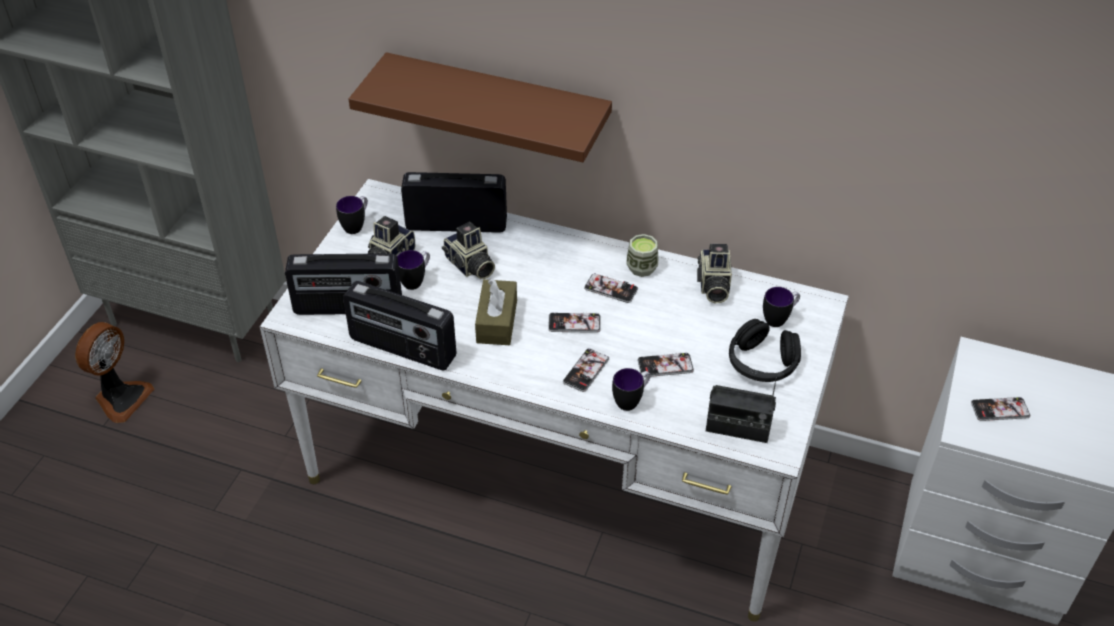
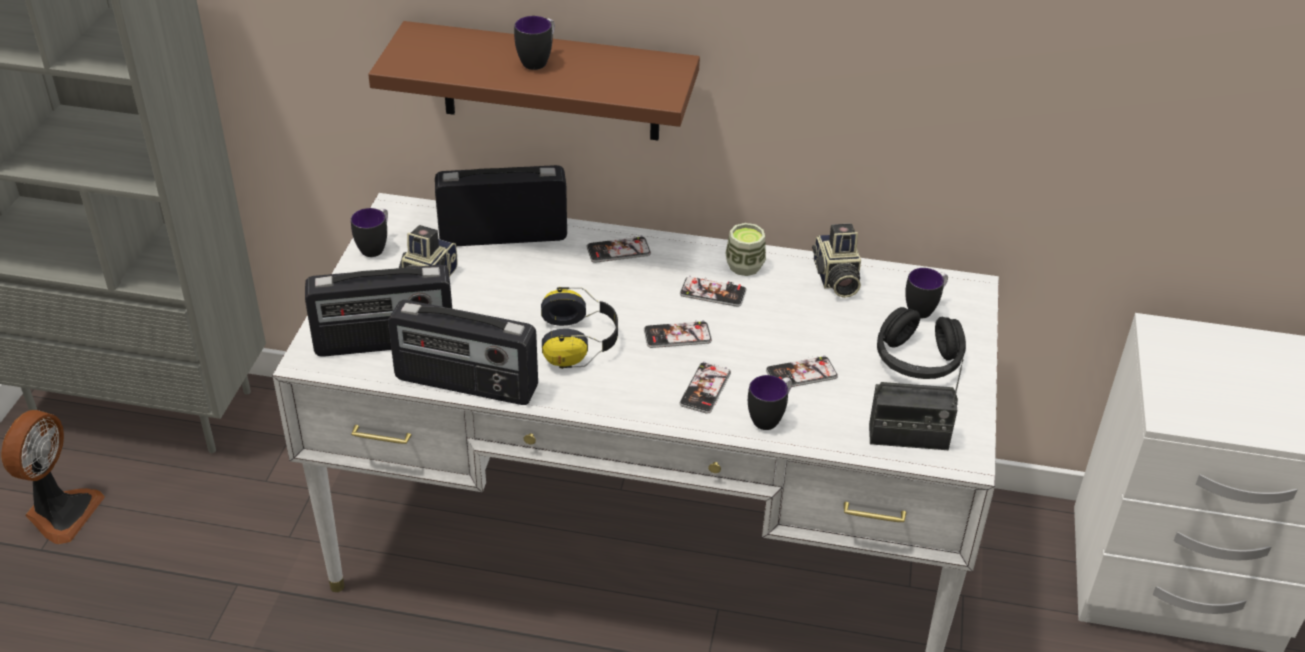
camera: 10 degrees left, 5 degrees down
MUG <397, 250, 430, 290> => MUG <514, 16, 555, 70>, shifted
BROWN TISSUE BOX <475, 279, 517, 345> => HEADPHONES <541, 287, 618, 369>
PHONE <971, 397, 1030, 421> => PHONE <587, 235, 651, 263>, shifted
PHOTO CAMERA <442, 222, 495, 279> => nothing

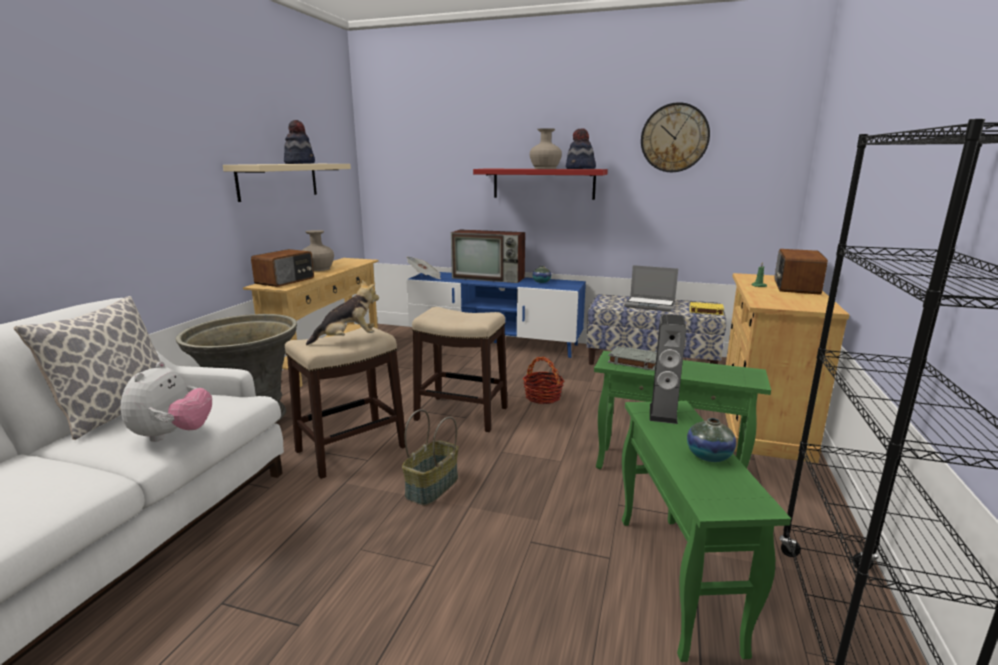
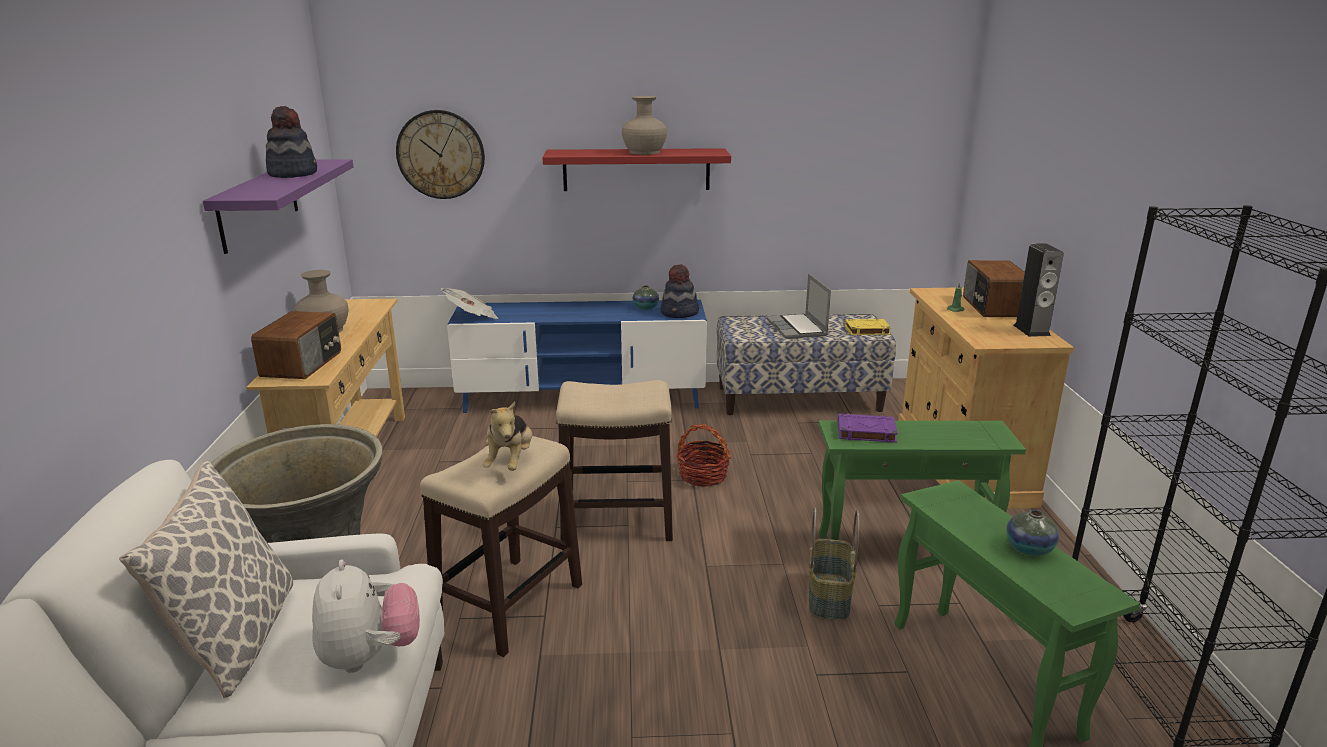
camera: 20 degrees left, 5 degrees up
BEIGE SHELF <223, 164, 351, 202> => PURPLE SHELF <203, 159, 353, 254>
WALL CLOCK <641, 102, 710, 172> => WALL CLOCK <396, 110, 485, 199>, shifted
PLUSH TOY <306, 280, 379, 345> => PLUSH TOY <483, 402, 532, 471>, 135 degrees clockwise
HAT <566, 128, 596, 169> => HAT <661, 264, 699, 318>, shifted
LAPTOP <624, 265, 678, 312> => LAPTOP <766, 274, 831, 339>, 75 degrees clockwise
BASKET <402, 409, 459, 506> => BASKET <809, 507, 860, 620>, shifted
GREY BOOK <608, 346, 657, 371> => PURPLE BOOK <838, 413, 898, 443>
SPEAKER <650, 314, 686, 424> => SPEAKER <1013, 243, 1064, 337>, shifted
TELEVISION <451, 229, 525, 283> => nothing

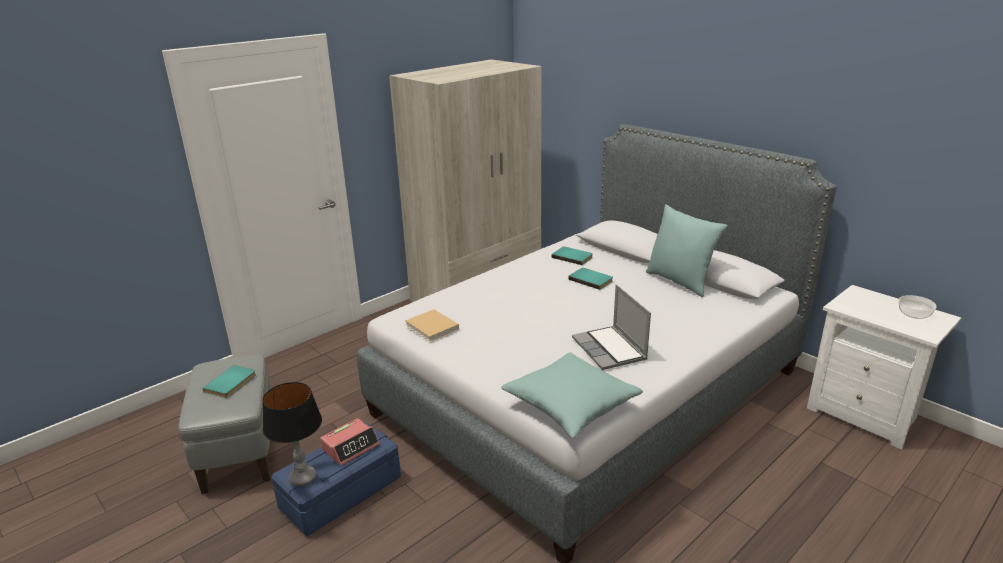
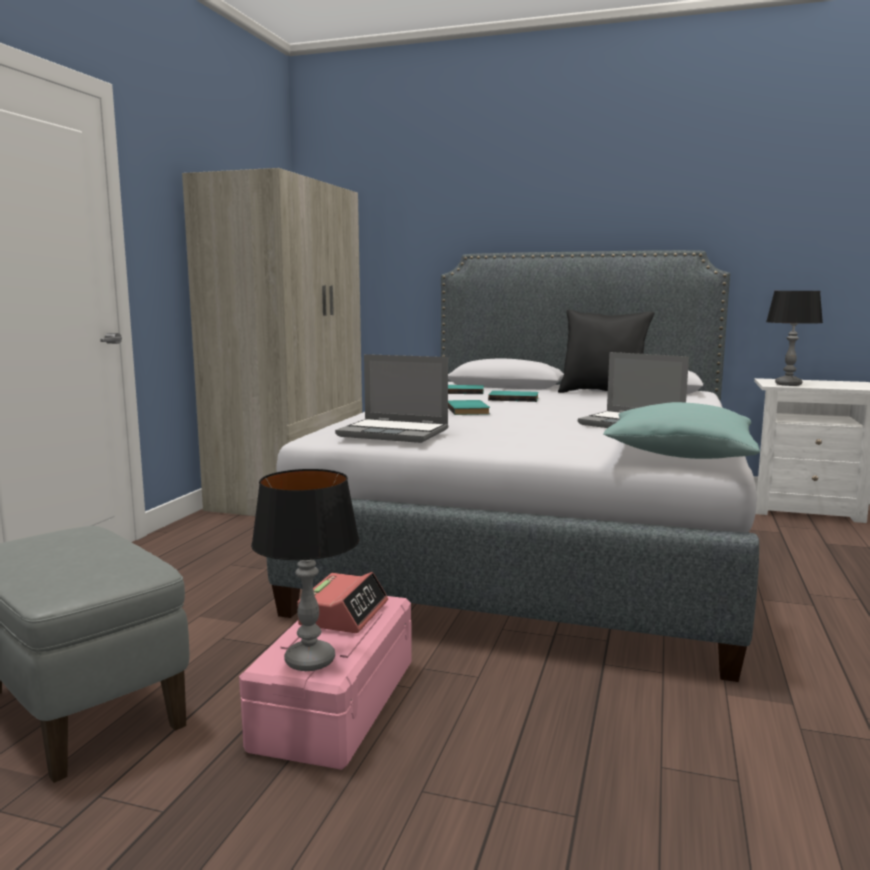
camera: 30 degrees left, 15 degrees down
BLUE STORAGE BOX <271, 423, 401, 536> => PINK STORAGE BOX <239, 596, 412, 770>
BEIGE BOOK <405, 309, 459, 341> => LAPTOP <335, 354, 448, 443>
TURQUOISE BOOK <203, 365, 256, 398> => TURQUOISE BOOK <448, 400, 490, 415>, shifted
TURQUOISE PILLOW <646, 204, 727, 297> => BLACK PILLOW <558, 310, 654, 393>
nothing => TABLE LAMP <766, 291, 823, 386>
BOWL <899, 295, 937, 319> => nothing

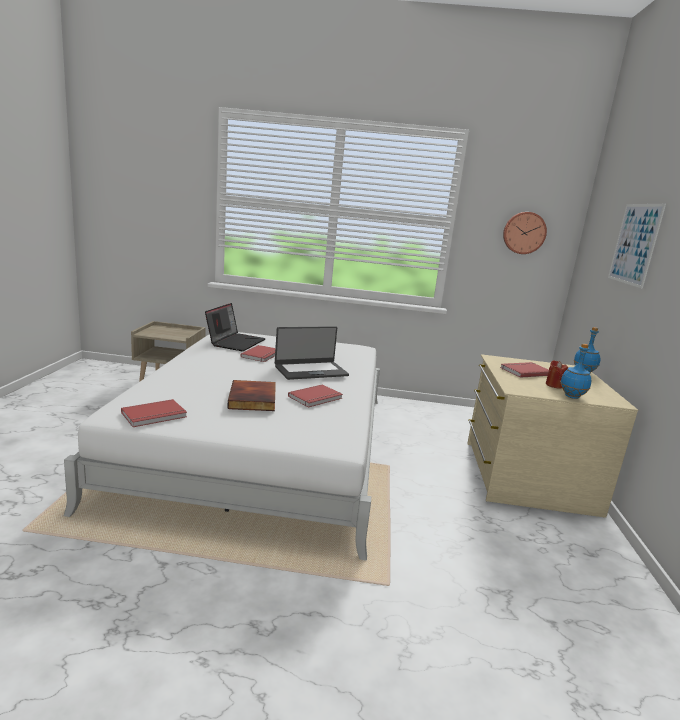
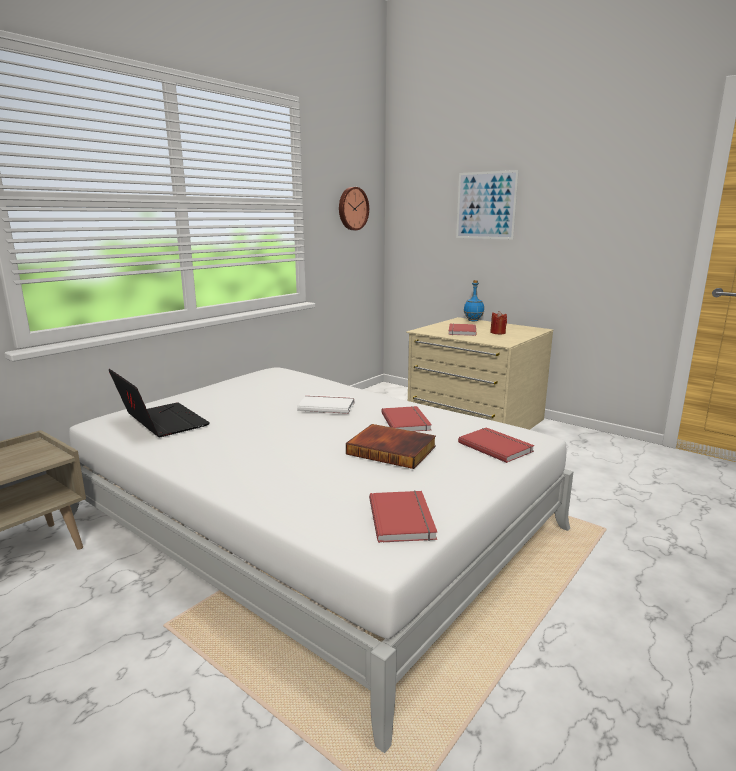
camera: 55 degrees left, 0 degrees up
LAPTOP <275, 326, 349, 380> => WHITE BOOK <297, 395, 355, 414>
RED BOOK <241, 345, 275, 362> => RED BOOK <458, 427, 535, 463>, shifted
BLUE BOTTLE <560, 344, 591, 399> => nothing

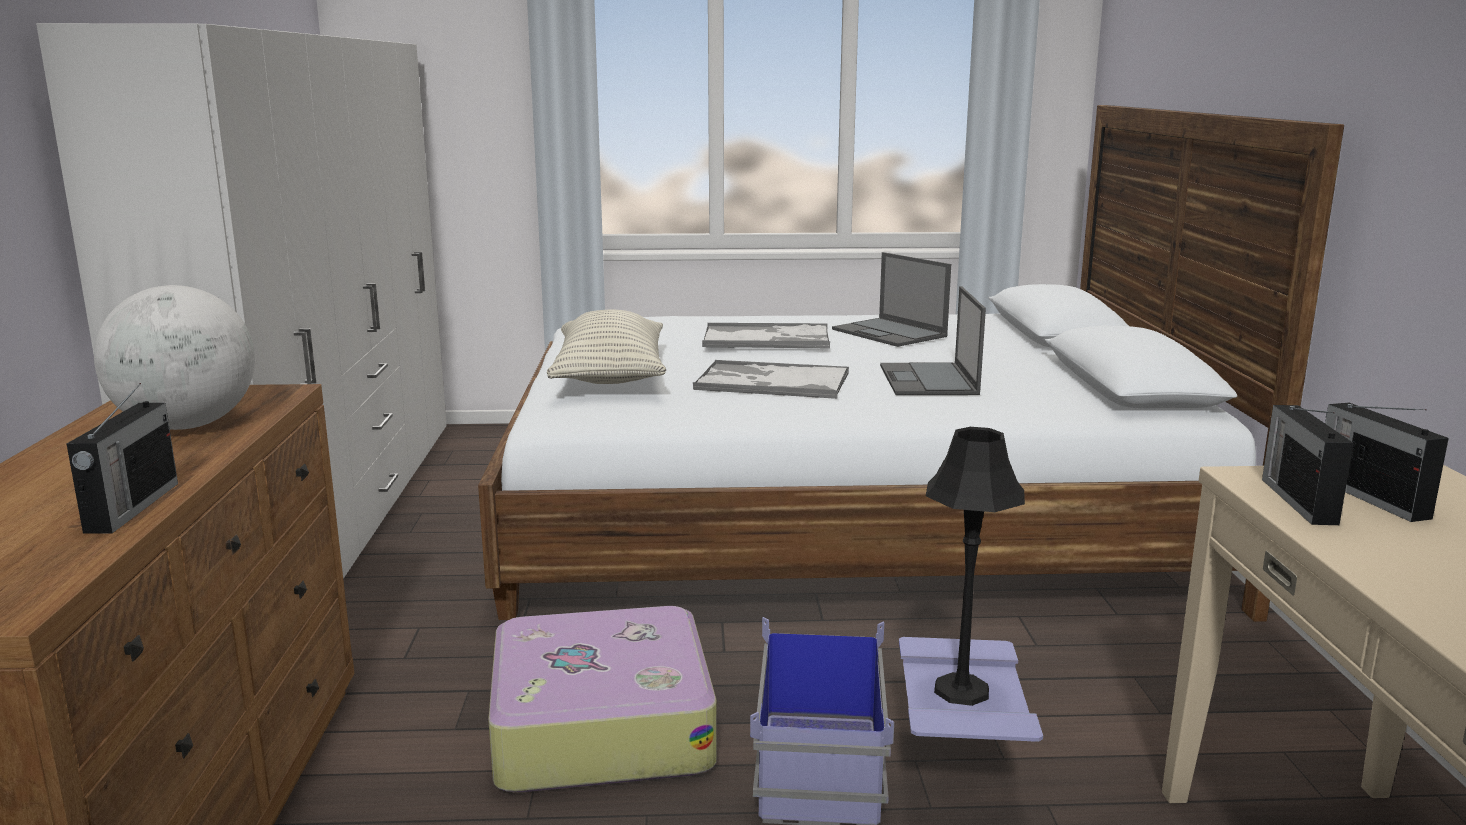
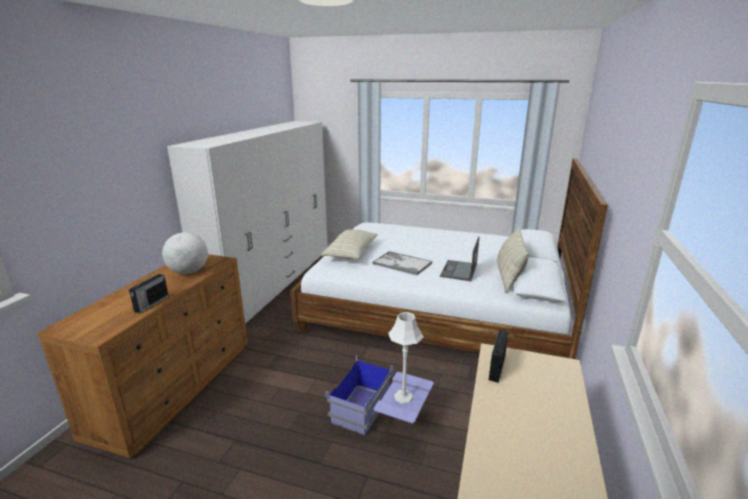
camera: 20 degrees right, 5 degrees up
BLACK TABLE LAMP <926, 427, 1025, 706> => WHITE TABLE LAMP <388, 312, 424, 404>
nothing => PILLOW <497, 227, 529, 292>
SUITCASE <488, 606, 717, 792> => nothing
TRAY <702, 322, 830, 348> => nothing
LAPTOP <832, 252, 951, 347> => nothing
RADIO <1325, 402, 1449, 522> => nothing

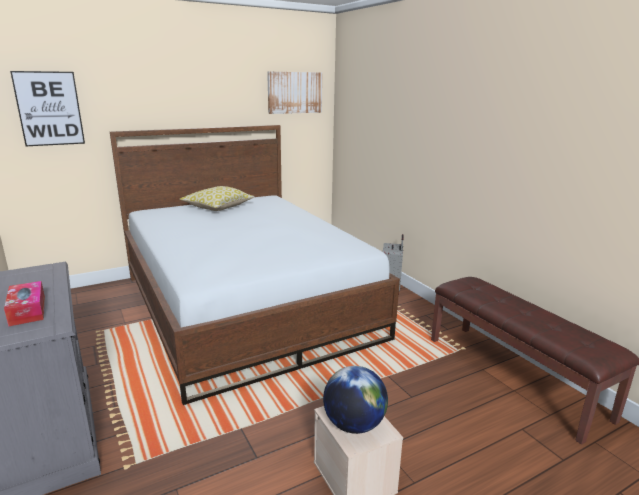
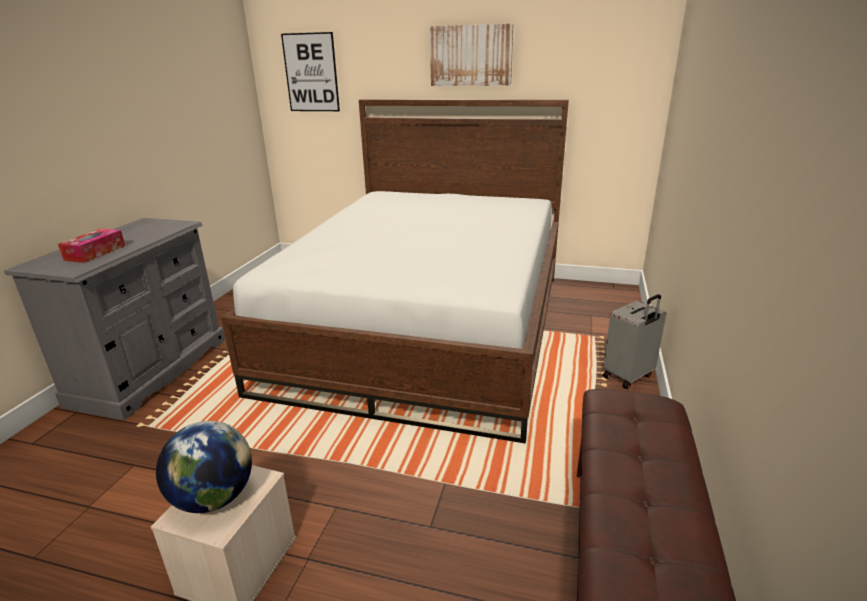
camera: 45 degrees right, 5 degrees up
PICTURE <267, 72, 322, 114> => PICTURE <430, 24, 514, 86>, shifted
PILLOW <180, 186, 255, 211> => nothing

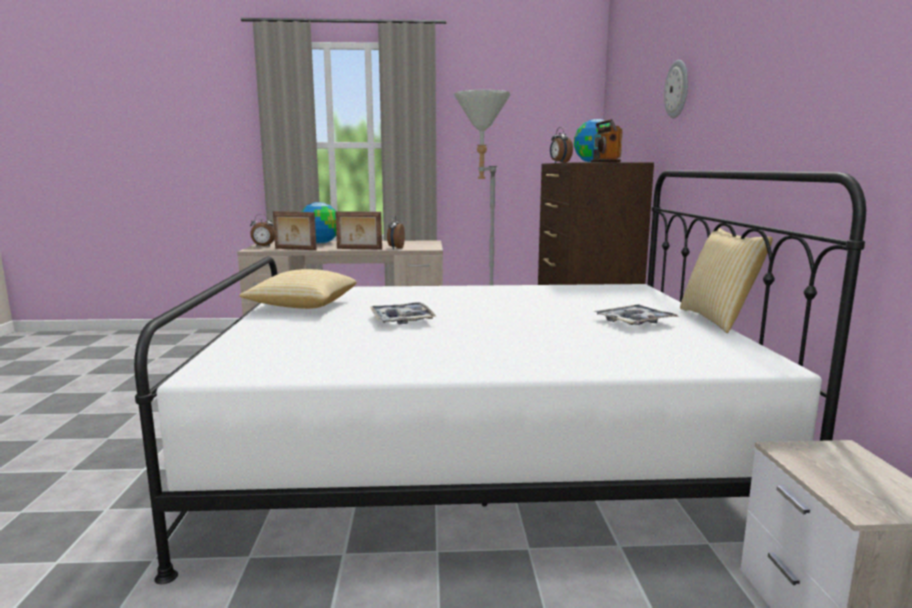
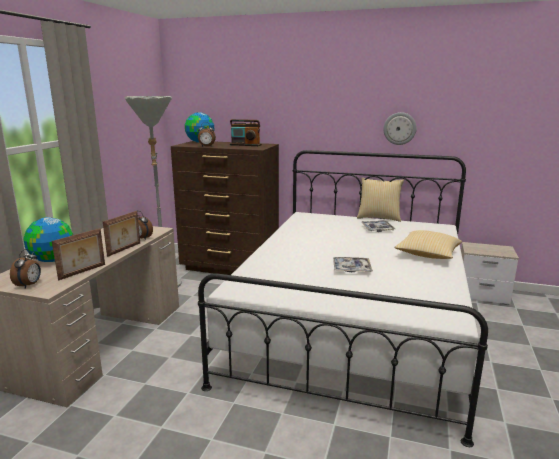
camera: 70 degrees left, 5 degrees up
WALL CLOCK <664, 60, 688, 118> => WALL CLOCK <384, 112, 417, 145>, shifted
PILLOW <239, 269, 356, 309> => PILLOW <394, 230, 462, 259>, shifted

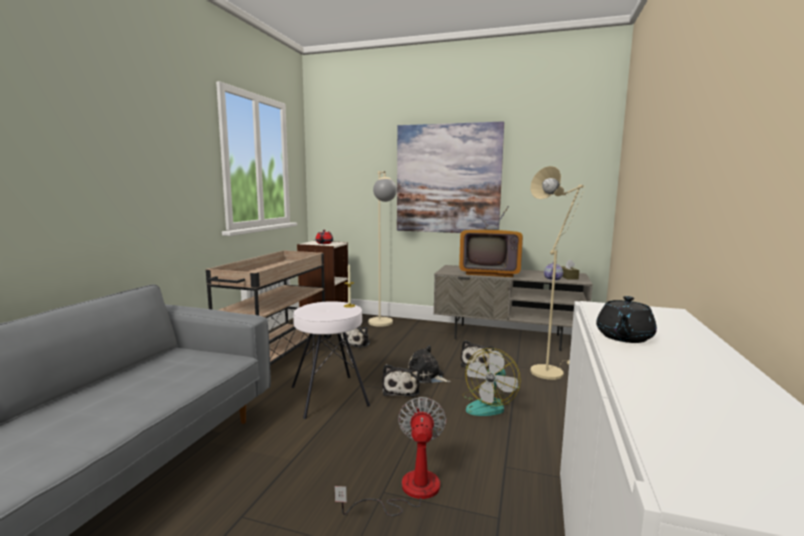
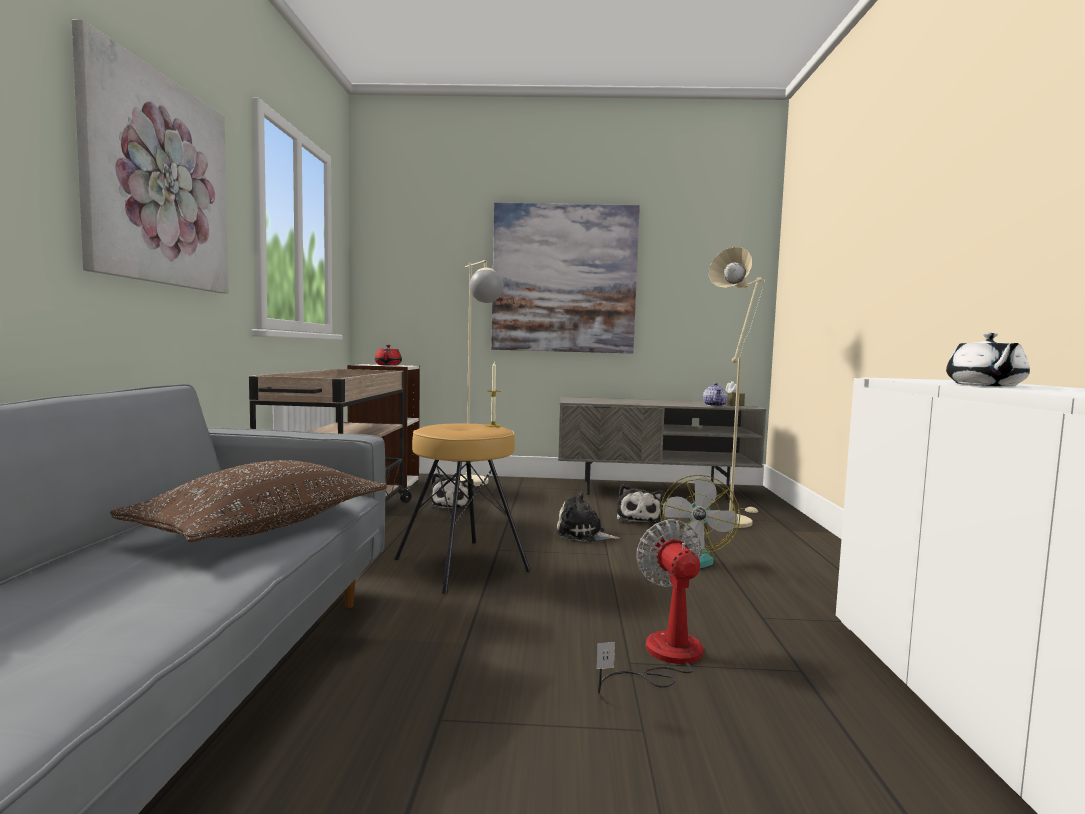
camera: 15 degrees left, 5 degrees down
nothing => PICTURE <72, 20, 229, 293>
nothing => BROWN PILLOW <110, 460, 387, 542>
WHITE STOOL <292, 301, 370, 419> => BROWN STOOL <394, 424, 531, 594>
BLACK TEAPOT <596, 296, 657, 343> => WHITE TEAPOT <946, 333, 1030, 386>
PLUSH TOY <382, 364, 420, 397> => nothing
TELEVISION <459, 206, 523, 277> => nothing

